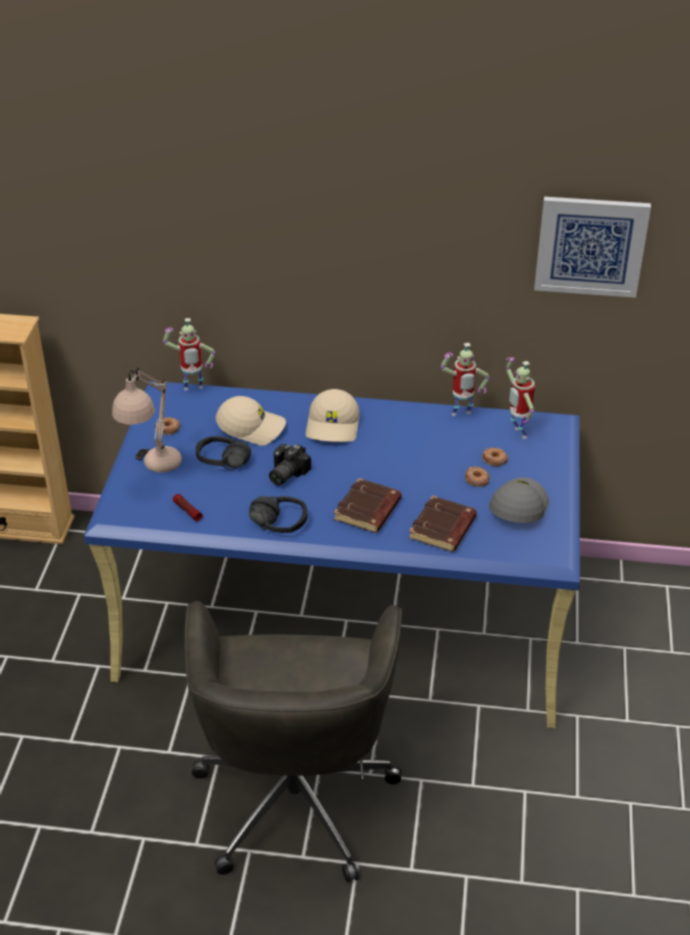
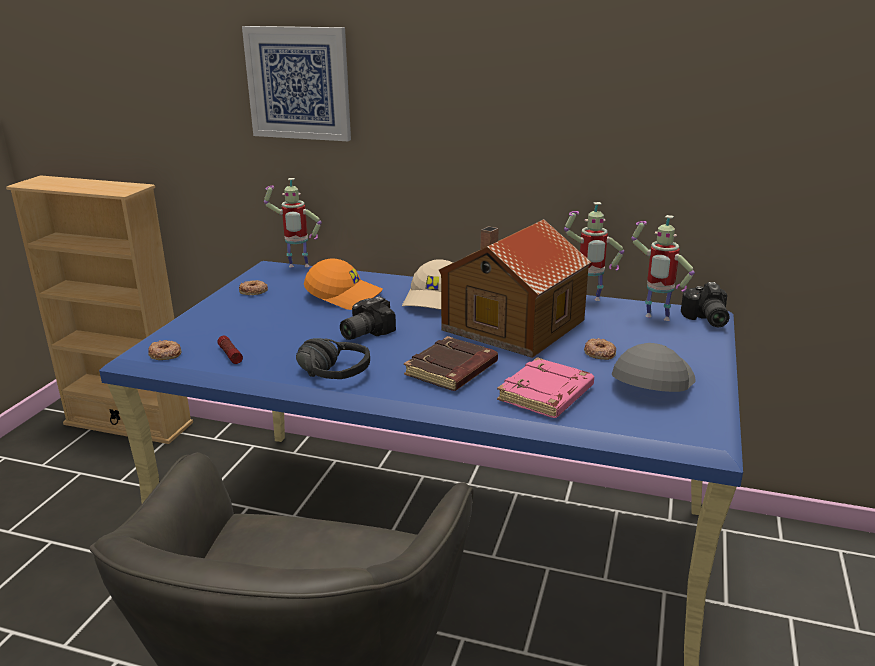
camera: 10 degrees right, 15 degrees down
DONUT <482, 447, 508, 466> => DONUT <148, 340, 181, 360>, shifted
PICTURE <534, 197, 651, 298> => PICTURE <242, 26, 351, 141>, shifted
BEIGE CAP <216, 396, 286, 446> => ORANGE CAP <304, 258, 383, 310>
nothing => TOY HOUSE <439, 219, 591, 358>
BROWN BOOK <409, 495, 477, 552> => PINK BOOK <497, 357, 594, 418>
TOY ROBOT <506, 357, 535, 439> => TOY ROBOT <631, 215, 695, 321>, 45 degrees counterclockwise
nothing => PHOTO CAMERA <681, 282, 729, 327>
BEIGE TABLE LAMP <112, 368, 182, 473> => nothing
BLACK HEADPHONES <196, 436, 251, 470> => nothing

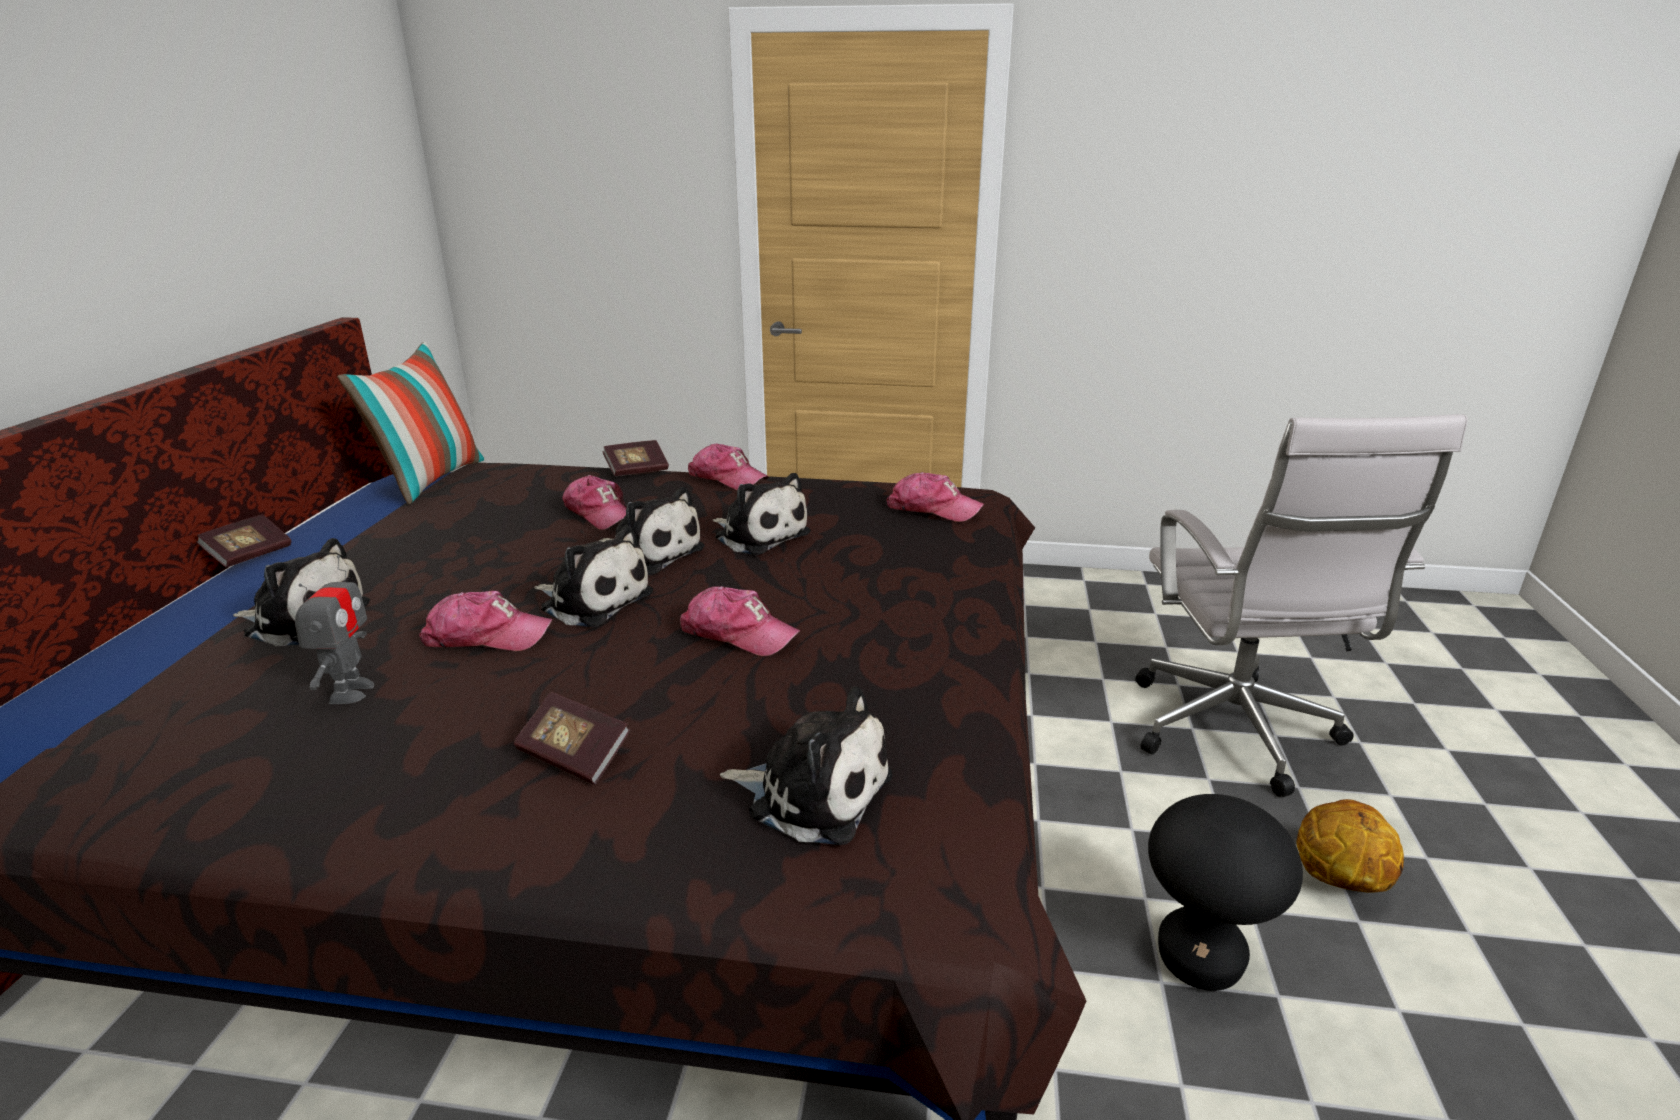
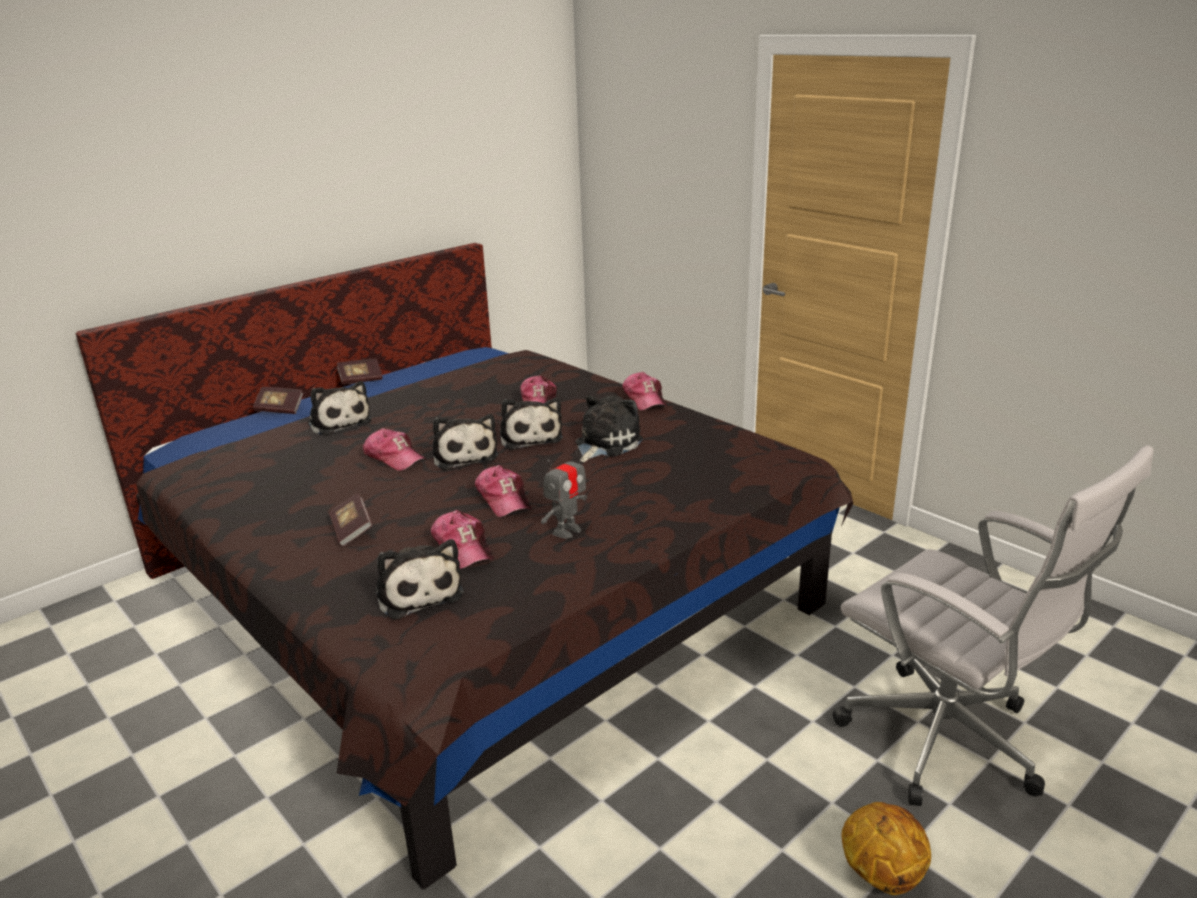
camera: 40 degrees right, 0 degrees up
BOOK <603, 440, 669, 476> => BOOK <253, 387, 303, 414>, shifted
CAP <886, 472, 984, 522> => CAP <431, 510, 494, 569>, shifted
TOY ROBOT <295, 555, 374, 704> => TOY ROBOT <541, 446, 587, 538>, shifted
PLUSH TOY <713, 473, 811, 555> => PLUSH TOY <575, 395, 643, 462>, 135 degrees counterclockwise
WHITE OFFICE CHAIR <1135, 414, 1468, 797> => WHITE OFFICE CHAIR <832, 445, 1154, 806>, 75 degrees counterclockwise
PILLOW <337, 341, 485, 504> => nothing
BLACK STOOL <1148, 794, 1303, 991> => nothing

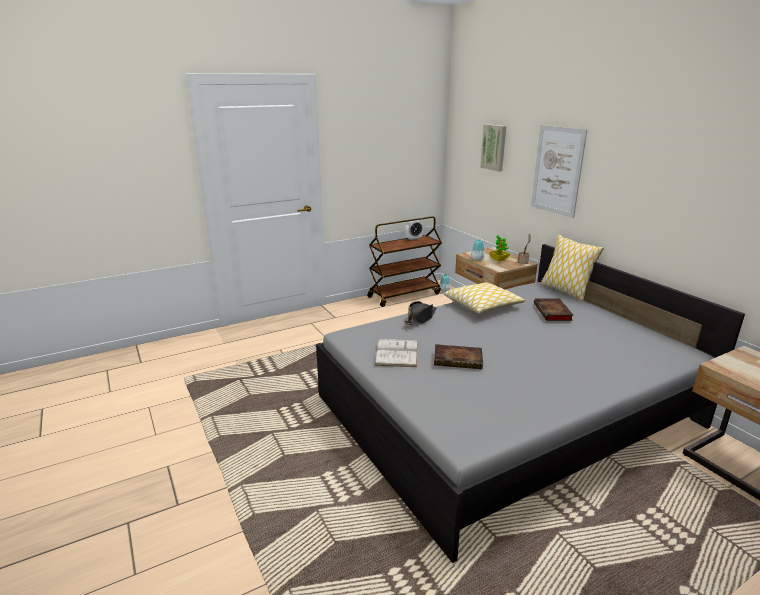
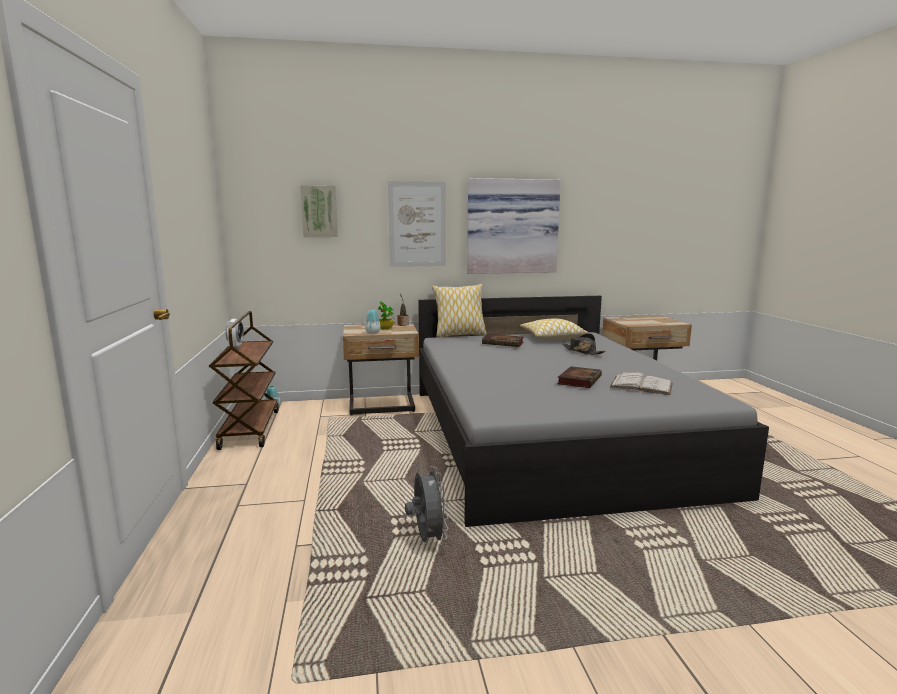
camera: 70 degrees left, 10 degrees down
nothing => GREY FAN <405, 466, 448, 545>
nothing => PICTURE <467, 178, 561, 274>
PILLOW <444, 282, 525, 314> => PILLOW <520, 319, 588, 341>, shifted
BLACK HAT <404, 301, 437, 326> => BLACK HAT <562, 333, 606, 355>, shifted
WHITE BOOK <375, 339, 418, 367> => WHITE BOOK <610, 371, 673, 395>, shifted

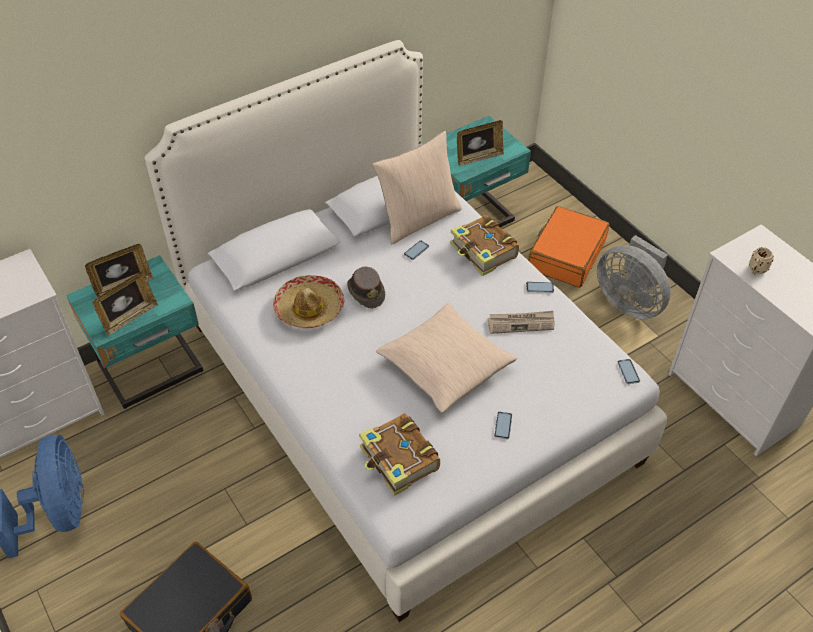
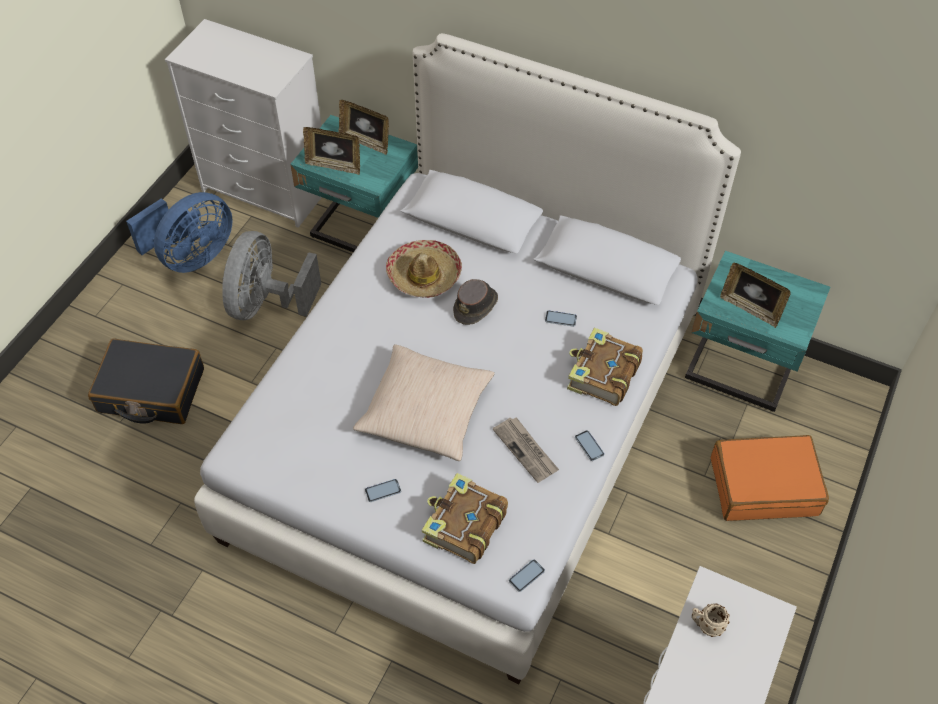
camera: 60 degrees right, 5 degrees up
GREY FAN <597, 235, 671, 320> => GREY FAN <222, 231, 321, 320>, shifted
BOOK <359, 413, 440, 496> => BOOK <422, 473, 508, 564>, shifted
BEIGE PILLOW <372, 131, 462, 244> => nothing

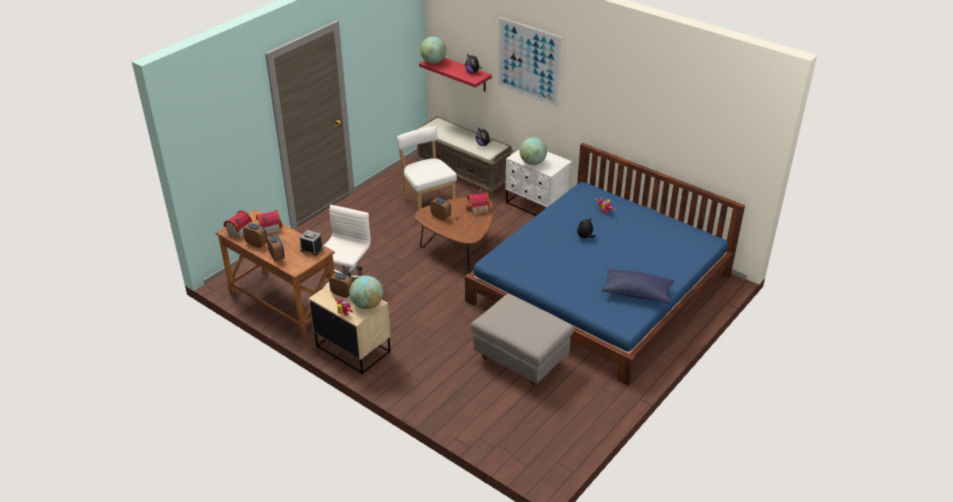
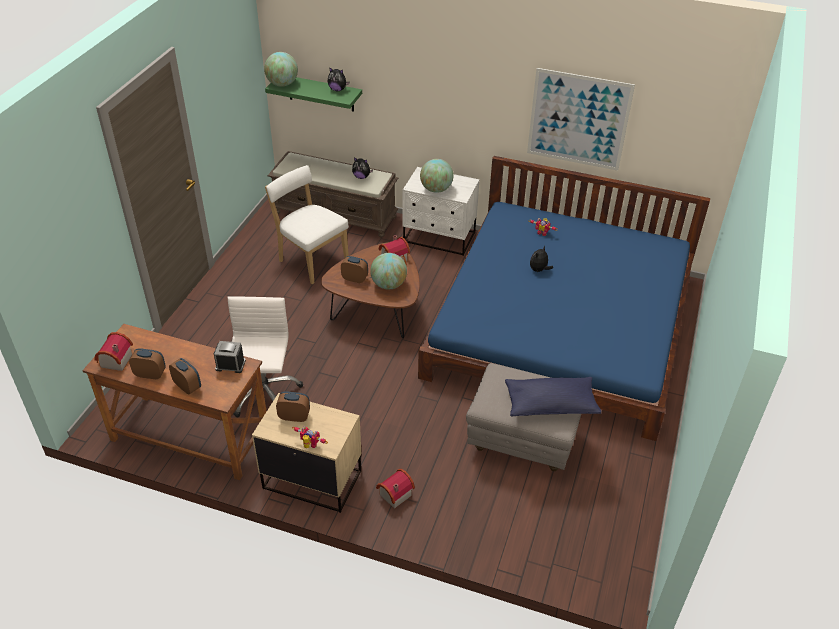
camera: 20 degrees left, 5 degrees up
RED SHELF <419, 57, 492, 91> => GREEN SHELF <265, 77, 362, 112>
GLOBE <349, 276, 383, 309> => GLOBE <370, 253, 407, 289>, shifted
TOY HOUSE <256, 210, 283, 235> => TOY HOUSE <376, 469, 415, 509>, shifted
BLUE PILLOW <601, 268, 674, 304> => BLUE PILLOW <505, 377, 601, 416>, shifted
PICTURE <498, 17, 562, 107> => PICTURE <527, 68, 635, 171>, shifted

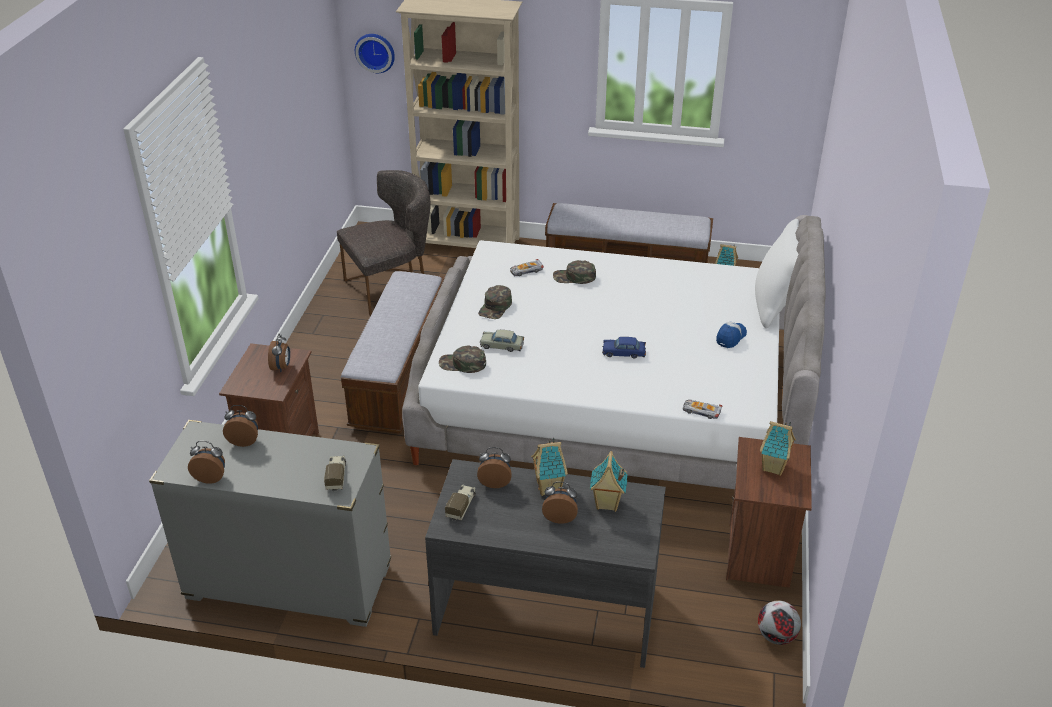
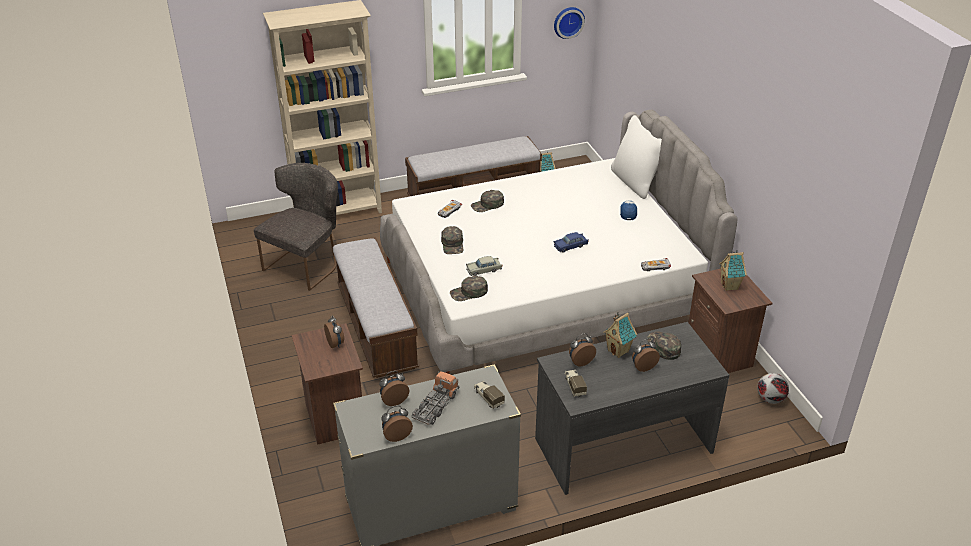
camera: 30 degrees left, 0 degrees up
nothing => TOY TRUCK <412, 371, 459, 425>
WALL CLOCK <355, 34, 395, 73> => WALL CLOCK <554, 7, 585, 39>, shifted
TOY HOUSE <590, 451, 628, 512> => GREEN CAP <647, 331, 681, 360>

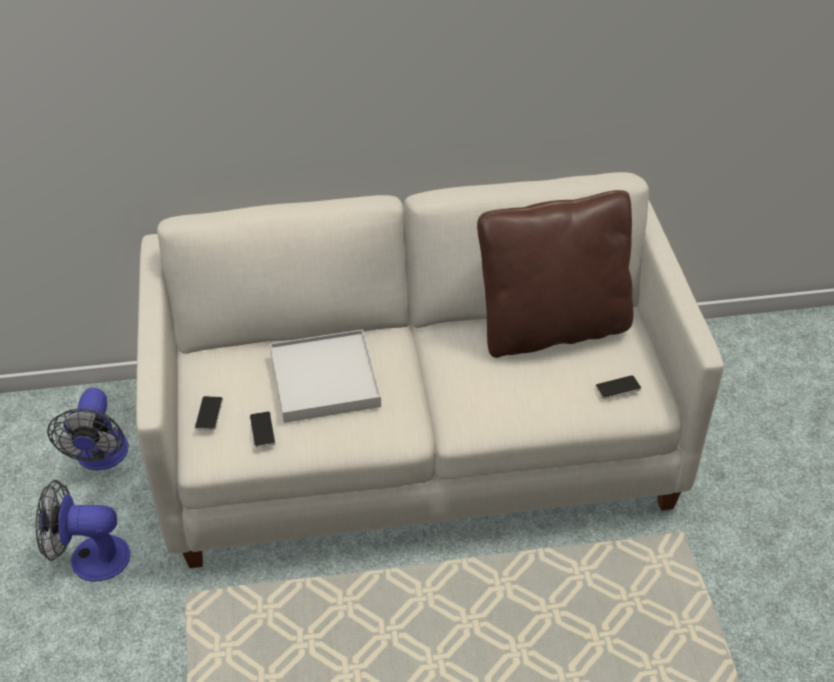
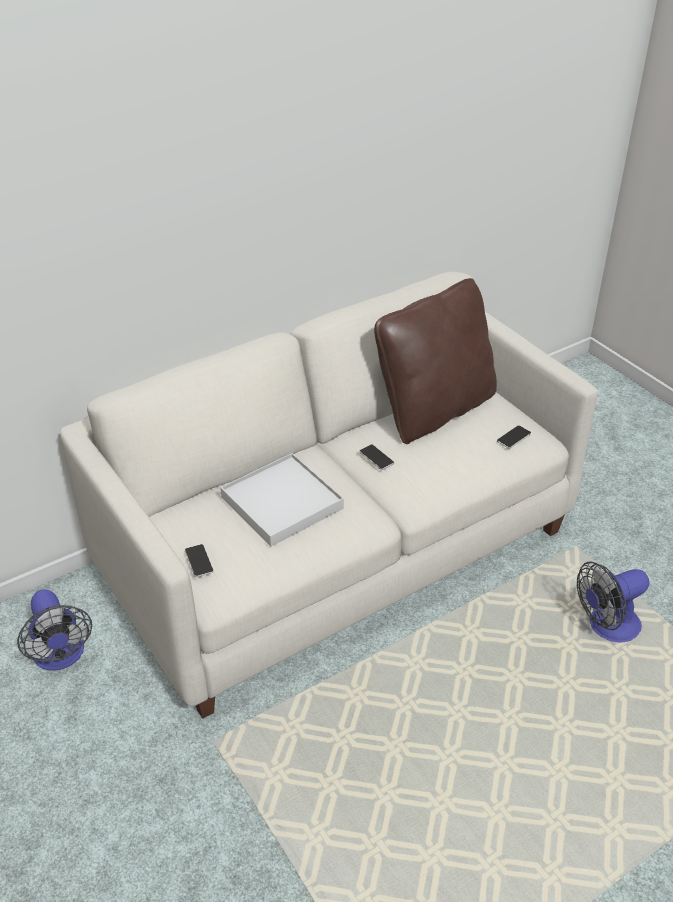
camera: 25 degrees left, 5 degrees down
PHONE <250, 412, 276, 448> => PHONE <360, 445, 394, 470>, shifted
FAN <35, 480, 130, 582> => FAN <577, 562, 650, 642>, shifted

